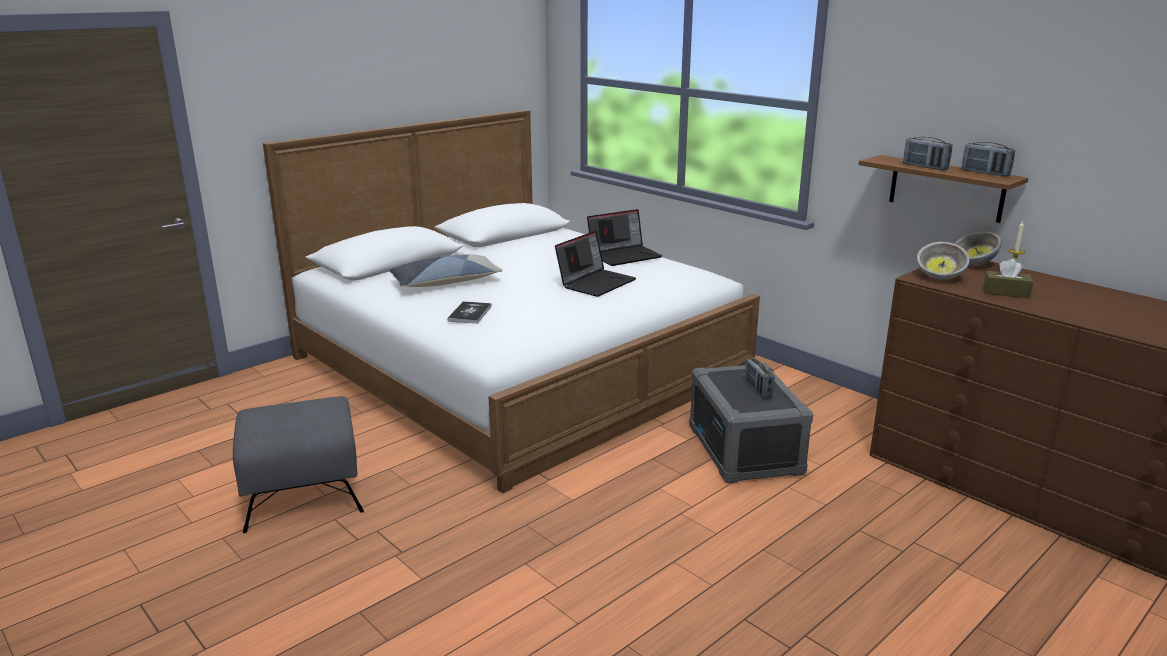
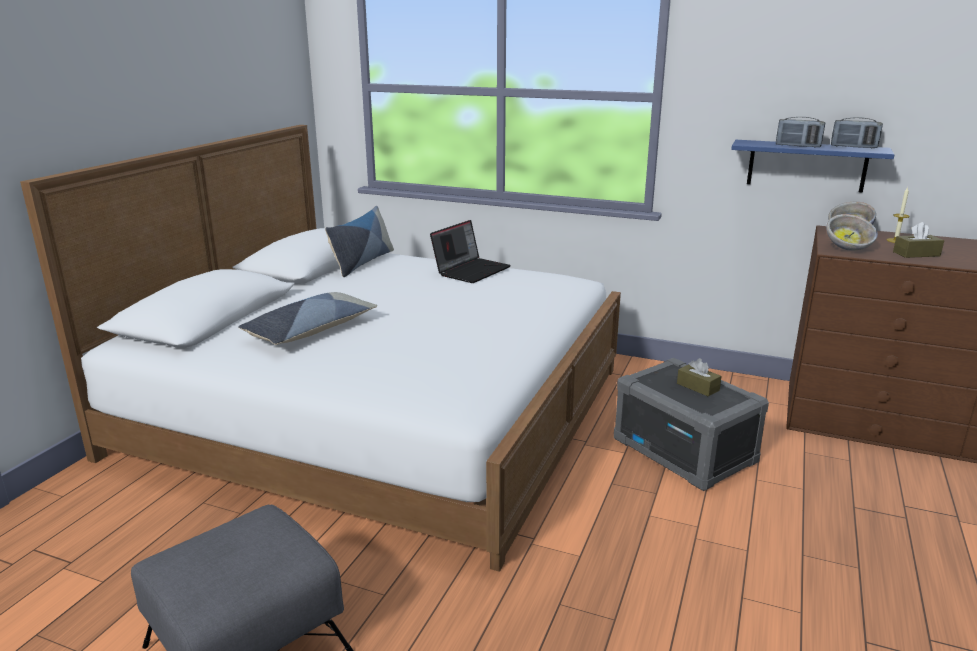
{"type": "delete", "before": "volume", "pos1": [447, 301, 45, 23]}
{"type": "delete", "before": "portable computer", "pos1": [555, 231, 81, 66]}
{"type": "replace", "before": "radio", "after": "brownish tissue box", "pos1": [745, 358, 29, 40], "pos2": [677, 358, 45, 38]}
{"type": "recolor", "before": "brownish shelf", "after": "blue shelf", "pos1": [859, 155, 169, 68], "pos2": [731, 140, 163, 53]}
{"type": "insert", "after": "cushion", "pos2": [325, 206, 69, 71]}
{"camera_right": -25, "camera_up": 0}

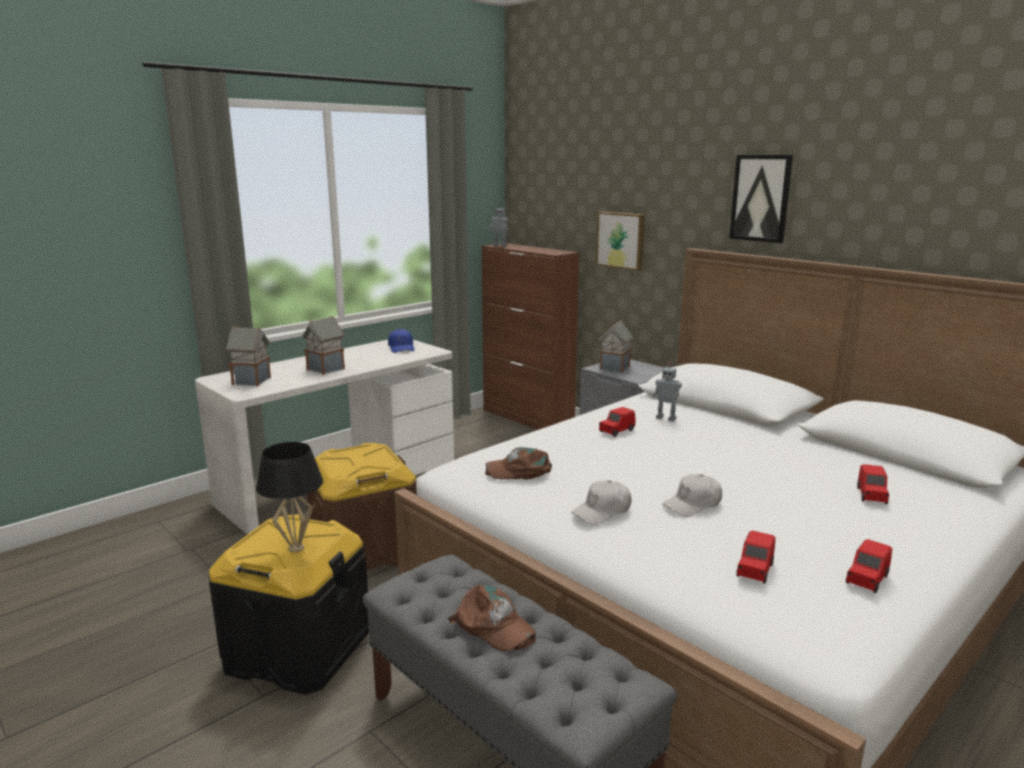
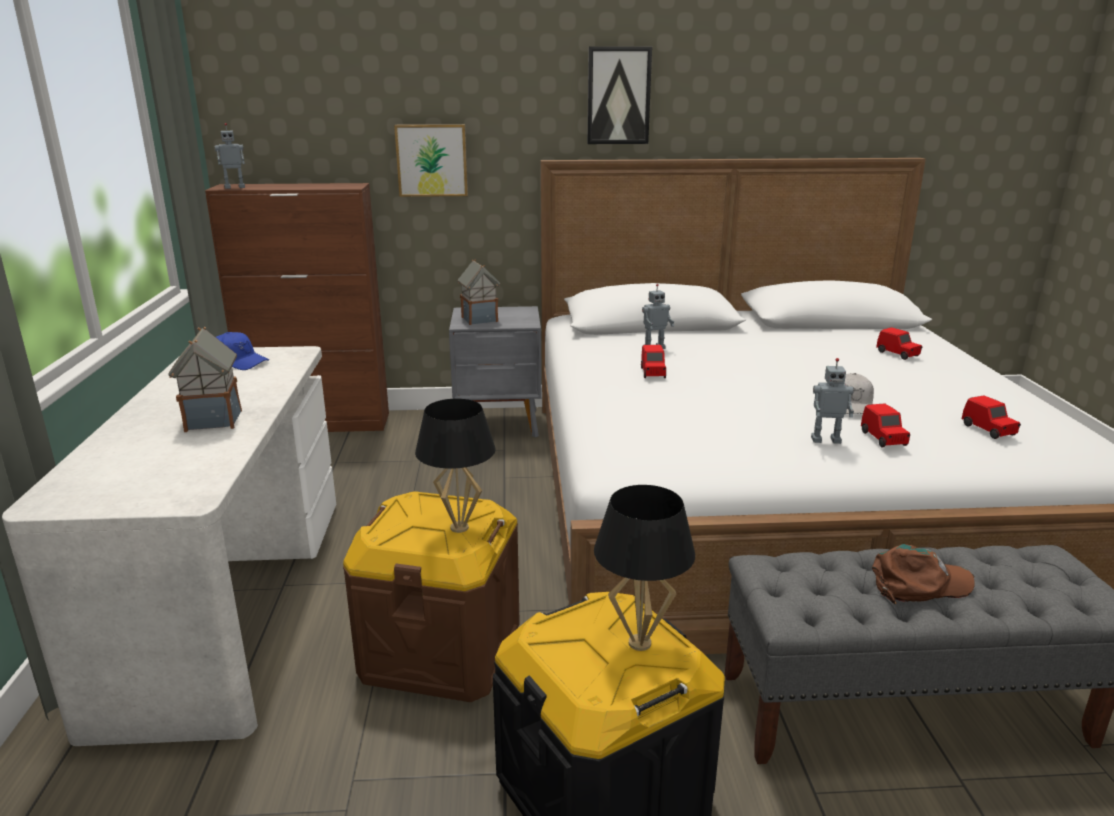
{"type": "delete", "before": "model house", "pos1": [226, 326, 45, 60]}
{"type": "delete", "before": "brownish peaked cap", "pos1": [485, 447, 67, 32]}
{"type": "replace", "before": "whitish peaked cap", "after": "model robot", "pos1": [571, 480, 61, 45], "pos2": [811, 358, 43, 86]}
{"type": "move", "before": "red-coloured miniature car", "pos1": [846, 539, 46, 54], "pos2": [861, 404, 49, 44]}
{"type": "insert", "after": "black-coloured tabletop lamp", "pos2": [415, 399, 81, 134]}
{"camera_right": -50, "camera_up": 5}

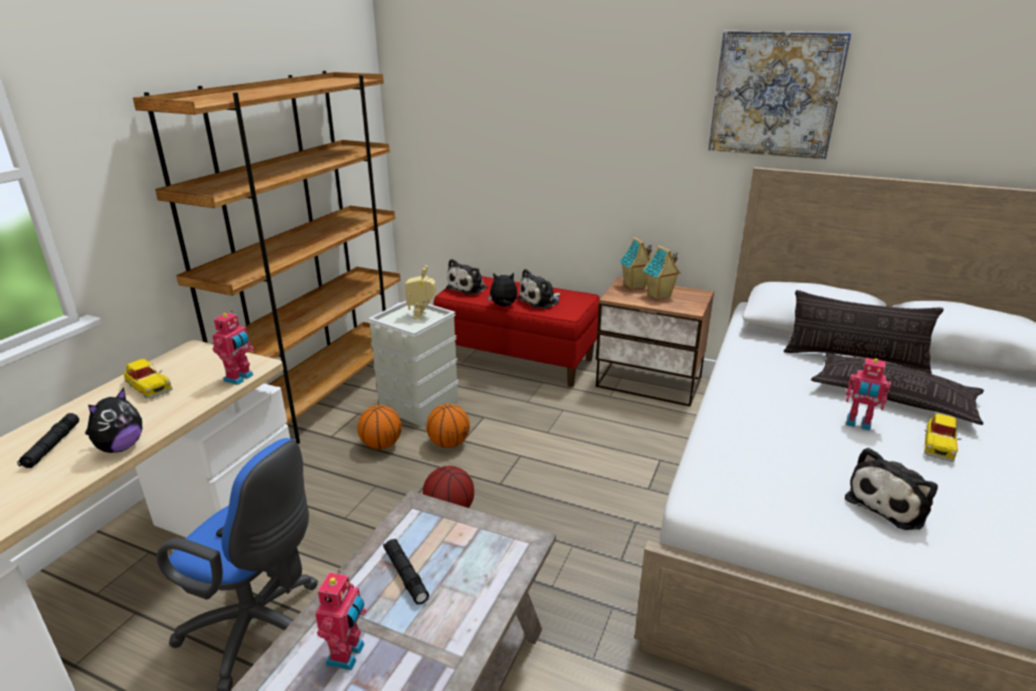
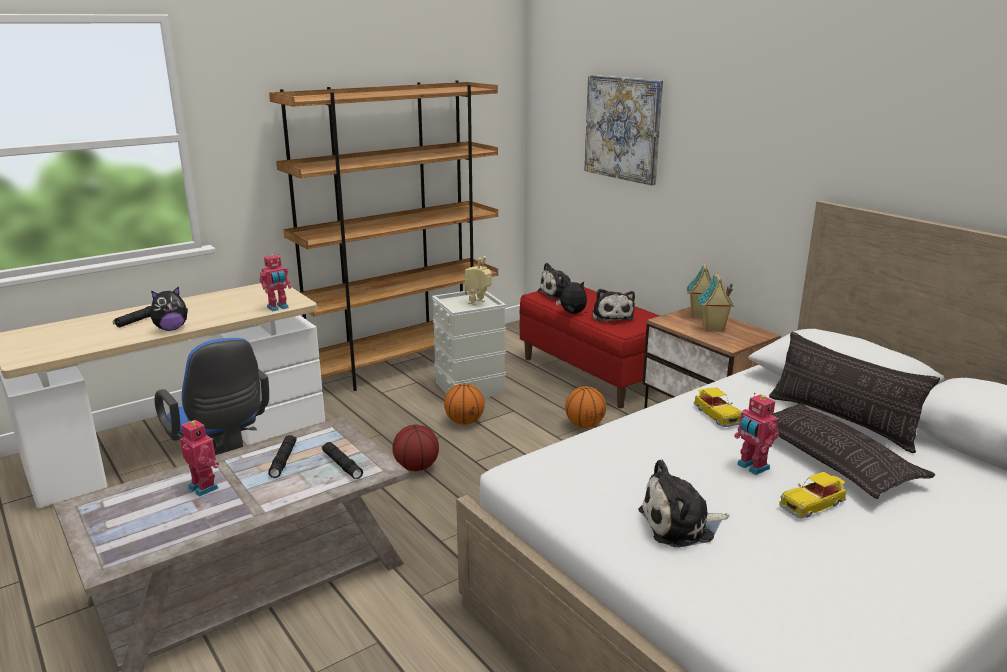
{"type": "move", "before": "miniature car", "pos1": [124, 359, 48, 40], "pos2": [694, 387, 48, 40]}
{"type": "rotate", "before": "model robot", "pos1": [315, 570, 51, 100], "pos2": [180, 419, 39, 78], "turn": -90}
{"type": "move", "before": "basketball", "pos1": [357, 405, 45, 44], "pos2": [565, 386, 41, 42]}
{"type": "rotate", "before": "plush toy", "pos1": [517, 269, 44, 40], "pos2": [592, 289, 43, 33], "turn": -90}
{"type": "move", "before": "wall art", "pos1": [708, 31, 144, 128], "pos2": [584, 75, 79, 111]}
{"type": "insert", "after": "black-coloured torch", "pos2": [322, 442, 41, 37]}
{"camera_right": 30, "camera_up": -5}

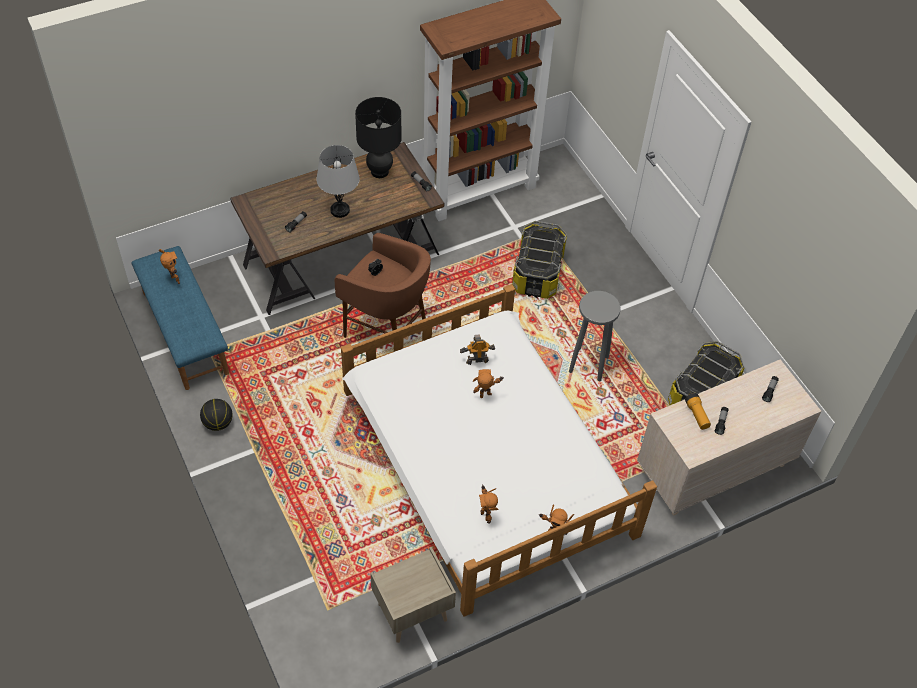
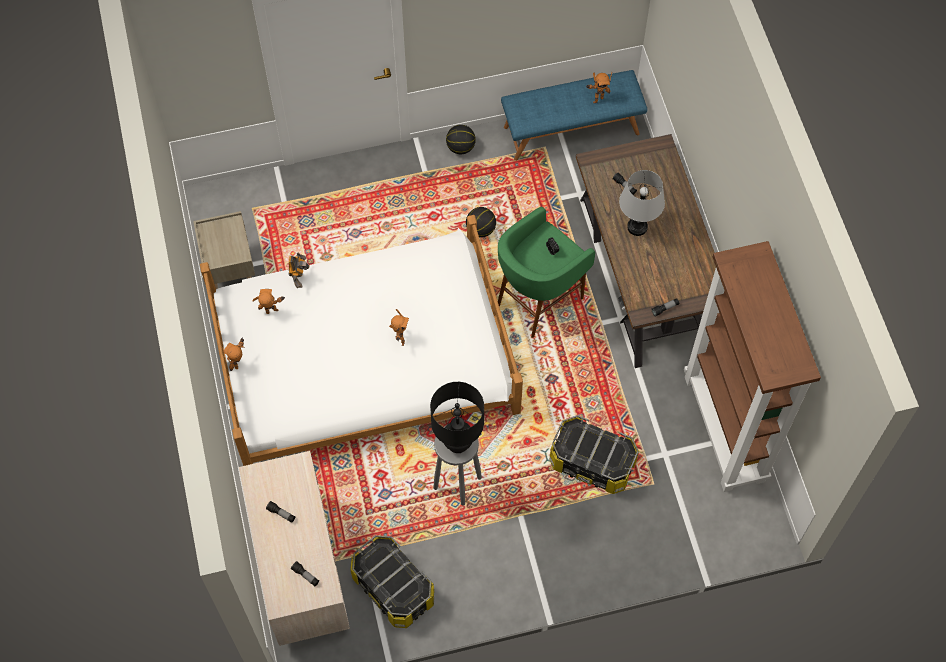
{"type": "recolor", "before": "brownish stool", "after": "greenish stool", "pos1": [335, 233, 96, 105], "pos2": [498, 207, 97, 131]}
{"type": "move", "before": "black-coloured tabletop lamp", "pos1": [355, 97, 47, 81], "pos2": [430, 382, 54, 71]}
{"type": "move", "before": "model robot", "pos1": [460, 334, 35, 31], "pos2": [289, 252, 21, 36]}
{"type": "delete", "before": "torch", "pos1": [685, 393, 26, 37]}
{"type": "insert", "after": "basketball", "pos2": [466, 207, 30, 31]}
{"camera_right": 105, "camera_up": 10}

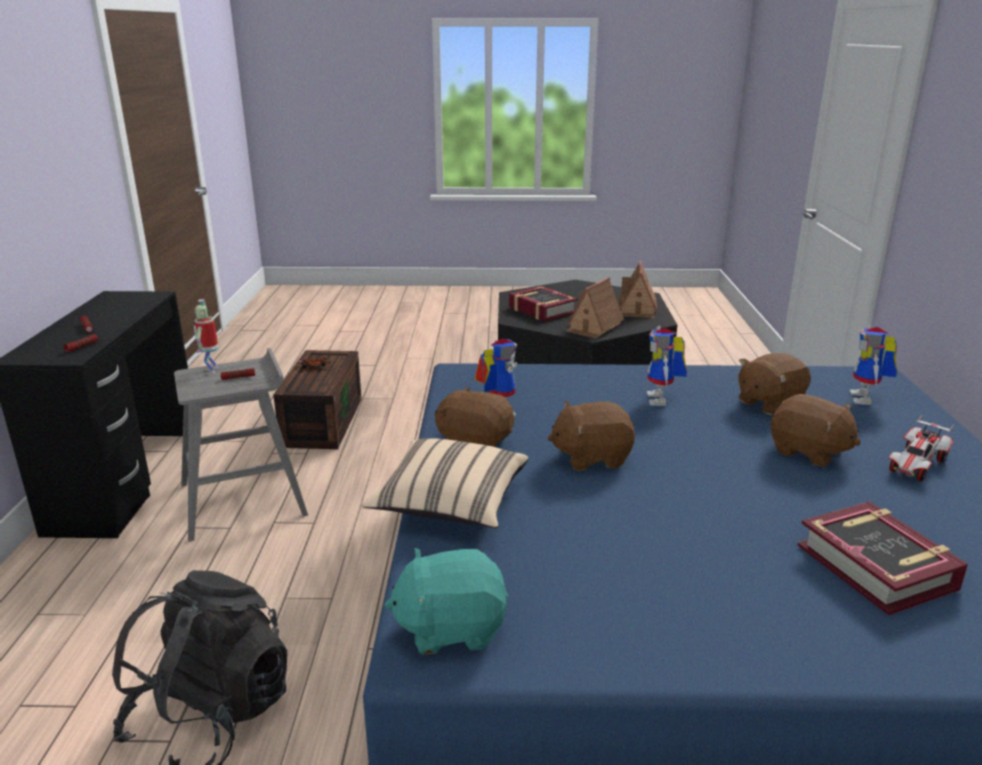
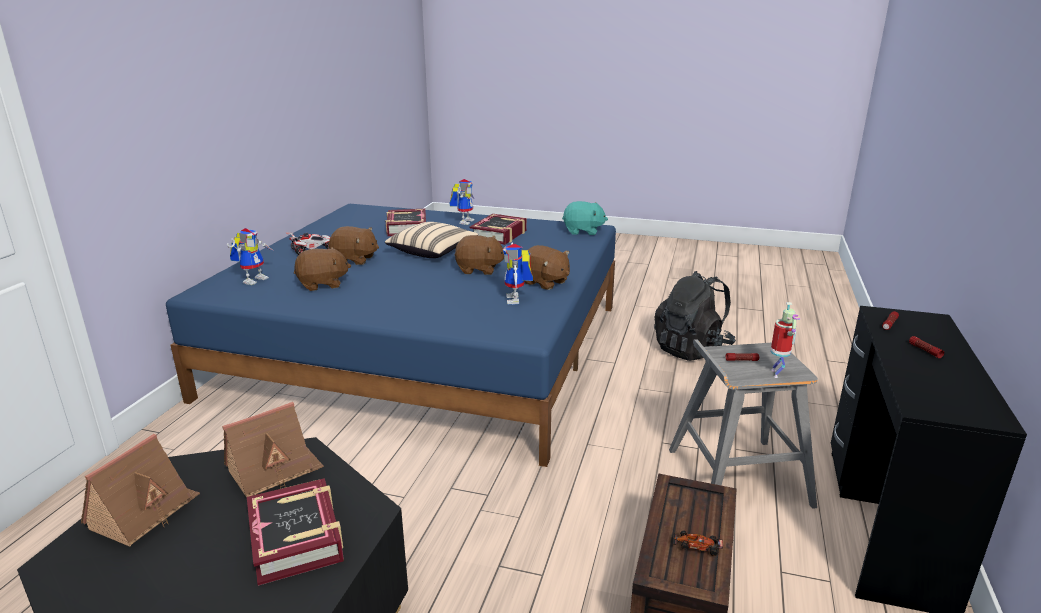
{"type": "move", "before": "beige cushion", "pos1": [362, 438, 166, 90], "pos2": [385, 222, 93, 36]}
{"type": "move", "before": "model robot", "pos1": [647, 326, 40, 80], "pos2": [450, 179, 25, 46]}
{"type": "rotate", "before": "brownish plush toy", "pos1": [770, 394, 91, 73], "pos2": [329, 226, 50, 39], "turn": 135}
{"type": "insert", "after": "volume", "pos2": [470, 214, 57, 31]}
{"camera_right": -165, "camera_up": 0}

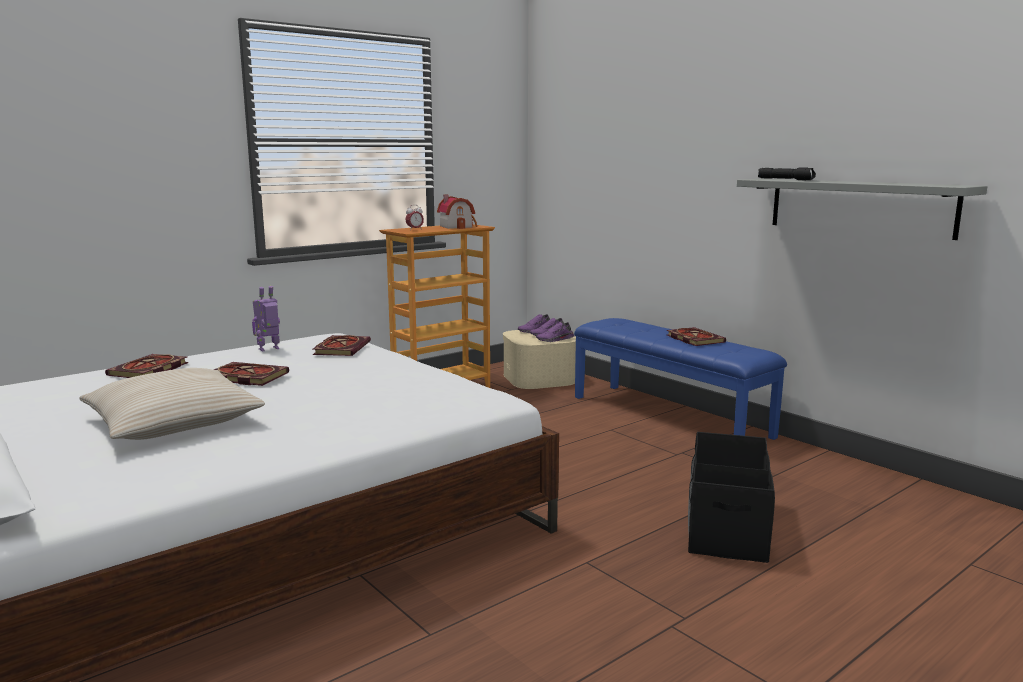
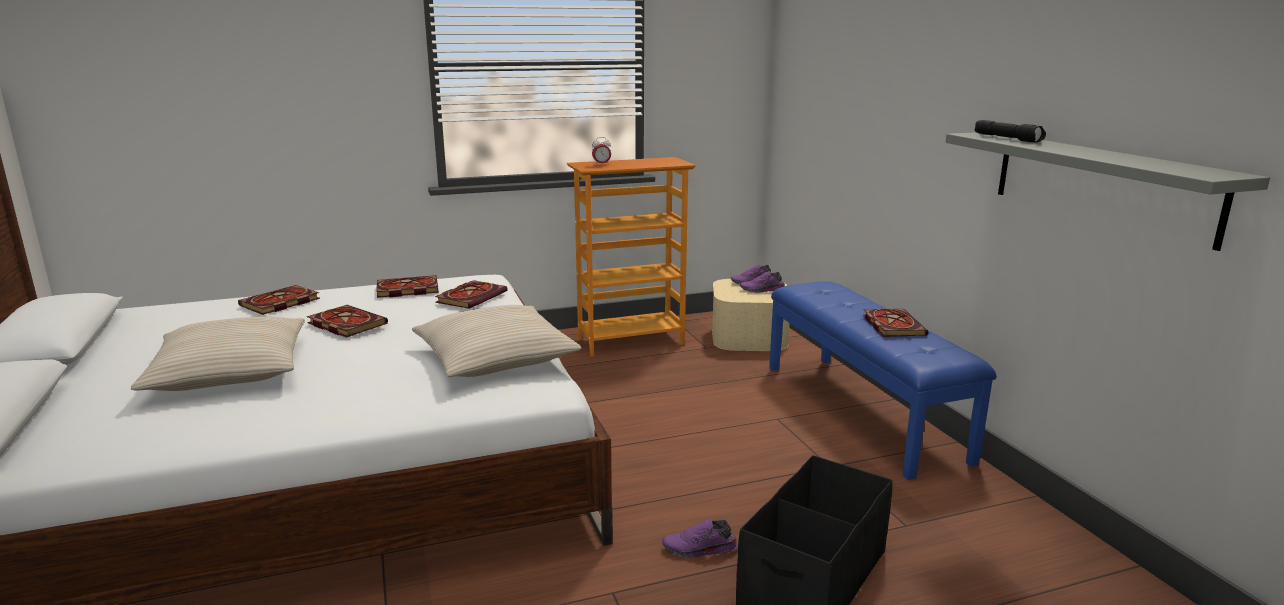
{"type": "replace", "before": "model robot", "after": "volume", "pos1": [252, 286, 28, 66], "pos2": [376, 275, 63, 23]}
{"type": "delete", "before": "model house", "pos1": [437, 194, 41, 35]}
{"type": "move", "before": "purple low shoe", "pos1": [536, 322, 39, 20], "pos2": [662, 519, 76, 40]}
{"type": "insert", "after": "beige cushion", "pos2": [412, 305, 169, 72]}
{"camera_right": 20, "camera_up": 5}

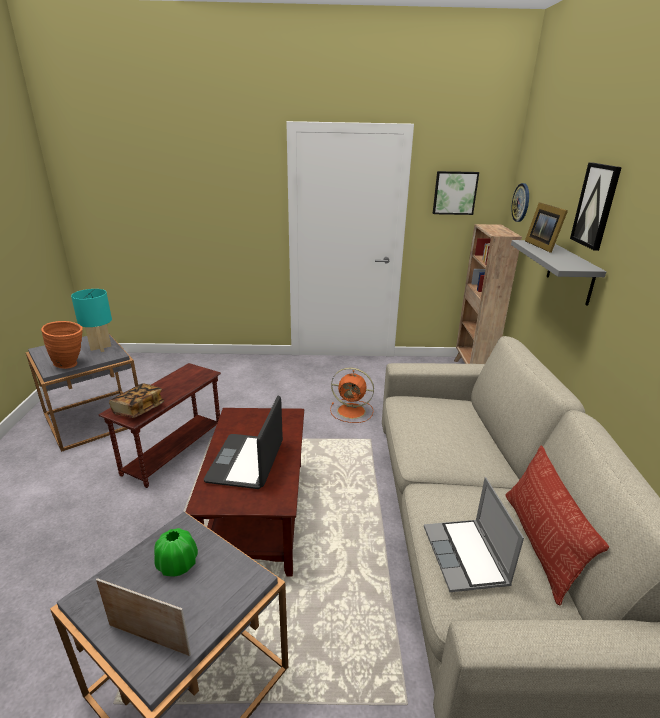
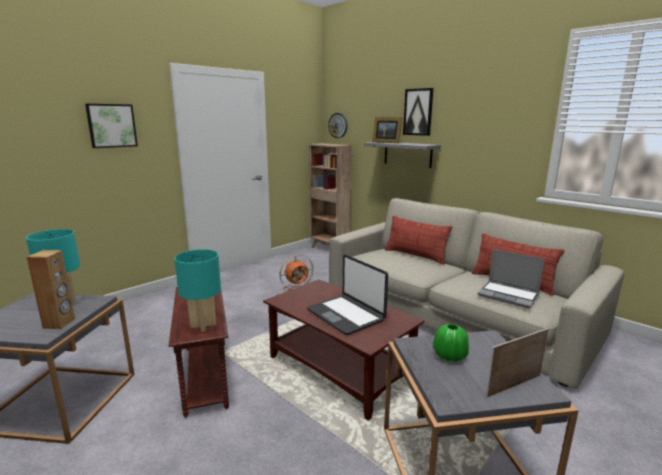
{"type": "replace", "before": "orangey vase", "after": "brownish loudspeaker", "pos1": [41, 321, 42, 48], "pos2": [27, 250, 48, 79]}
{"type": "replace", "before": "volume", "after": "turquoise-coloured tabletop lamp", "pos1": [109, 383, 56, 35], "pos2": [174, 249, 47, 83]}
{"type": "move", "before": "wall art", "pos1": [433, 171, 46, 44], "pos2": [85, 104, 53, 44]}
{"type": "insert", "after": "cushion", "pos2": [385, 216, 67, 49]}
{"camera_right": -45, "camera_up": -10}

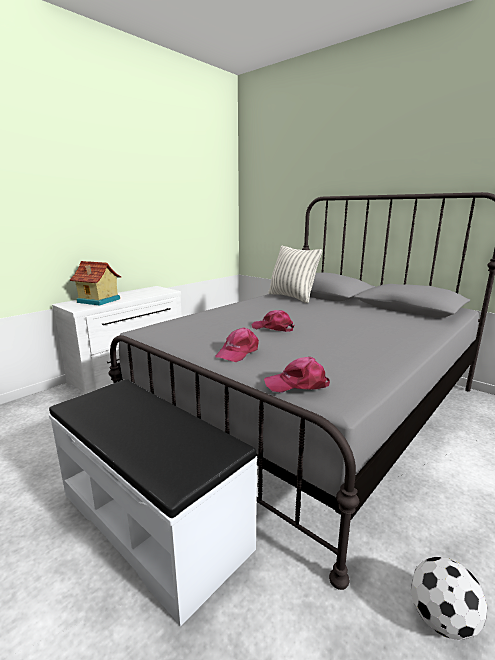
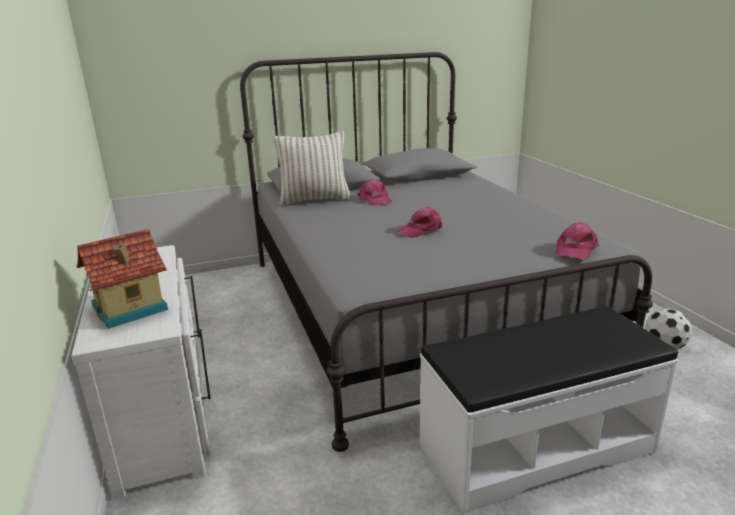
{"type": "move", "before": "pinkish peaked cap", "pos1": [215, 327, 44, 35], "pos2": [357, 179, 35, 26]}
{"camera_right": -60, "camera_up": 5}

